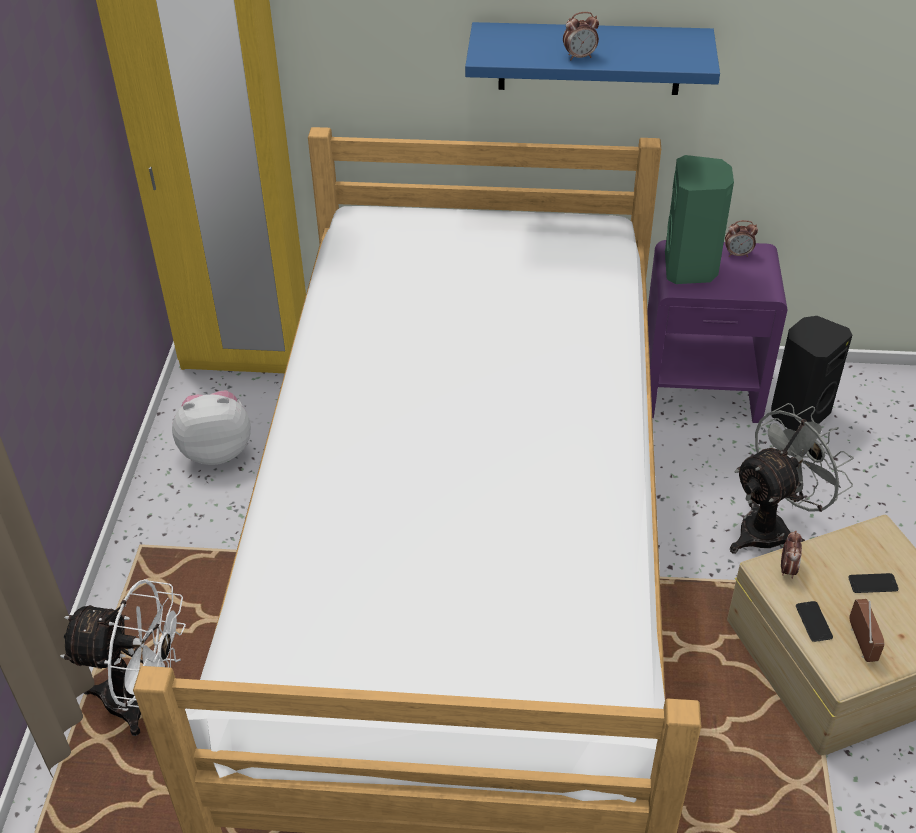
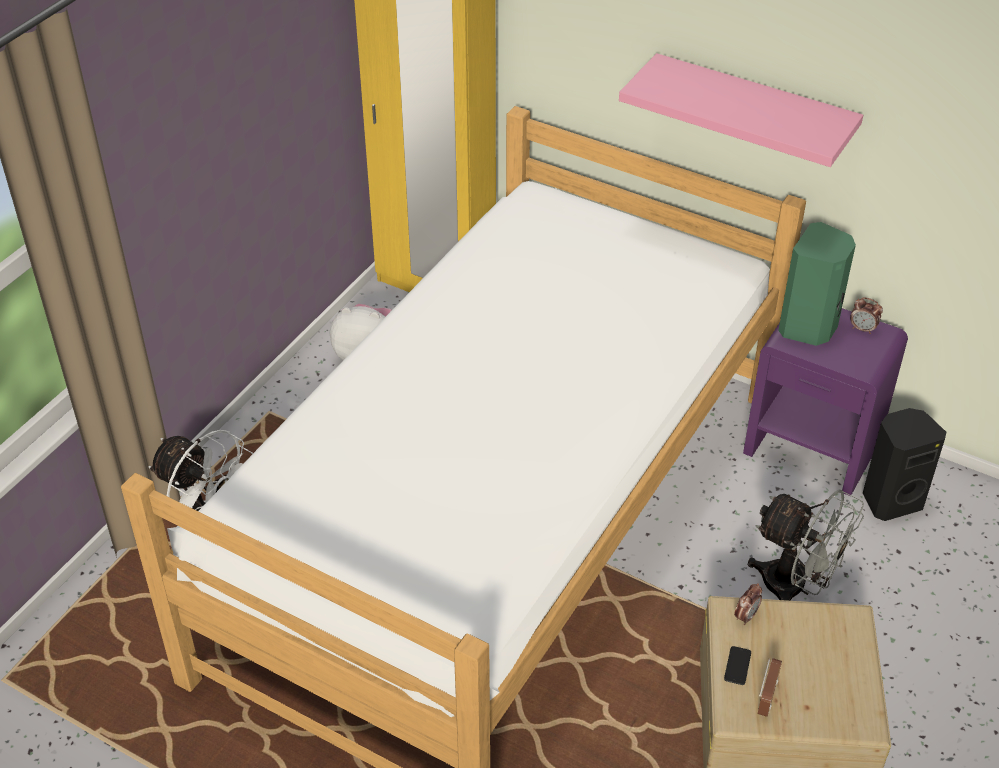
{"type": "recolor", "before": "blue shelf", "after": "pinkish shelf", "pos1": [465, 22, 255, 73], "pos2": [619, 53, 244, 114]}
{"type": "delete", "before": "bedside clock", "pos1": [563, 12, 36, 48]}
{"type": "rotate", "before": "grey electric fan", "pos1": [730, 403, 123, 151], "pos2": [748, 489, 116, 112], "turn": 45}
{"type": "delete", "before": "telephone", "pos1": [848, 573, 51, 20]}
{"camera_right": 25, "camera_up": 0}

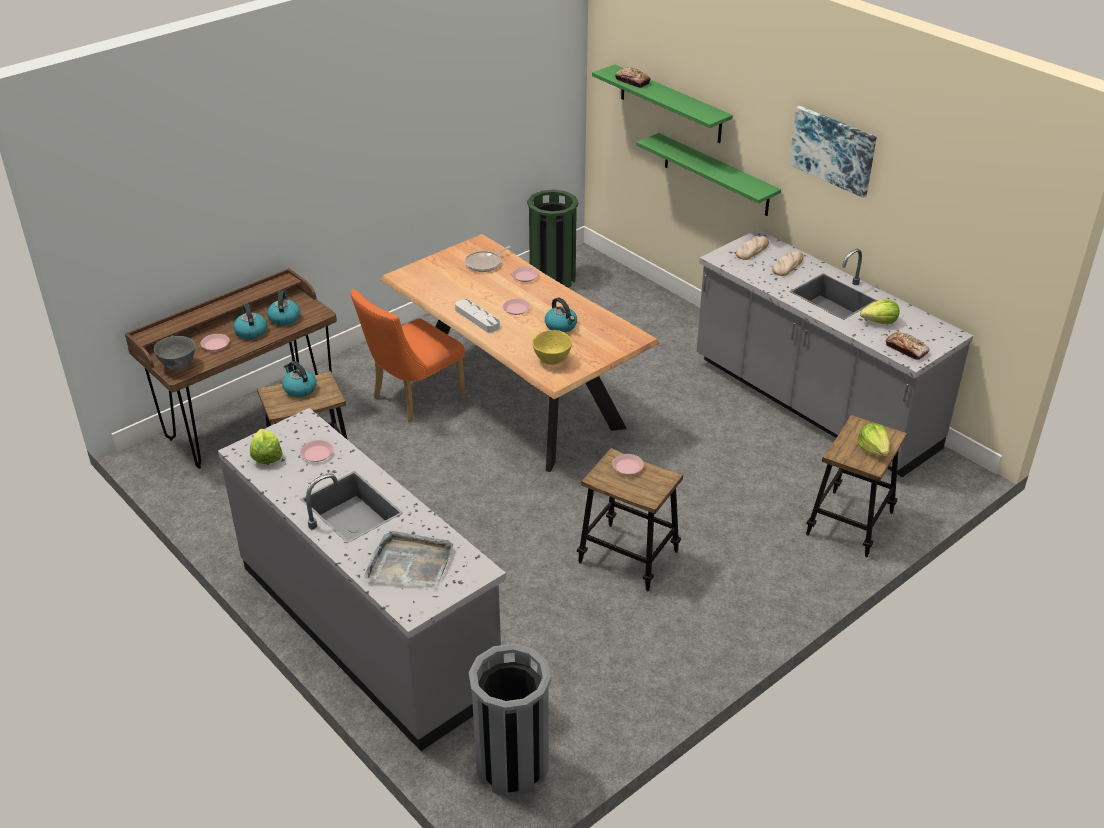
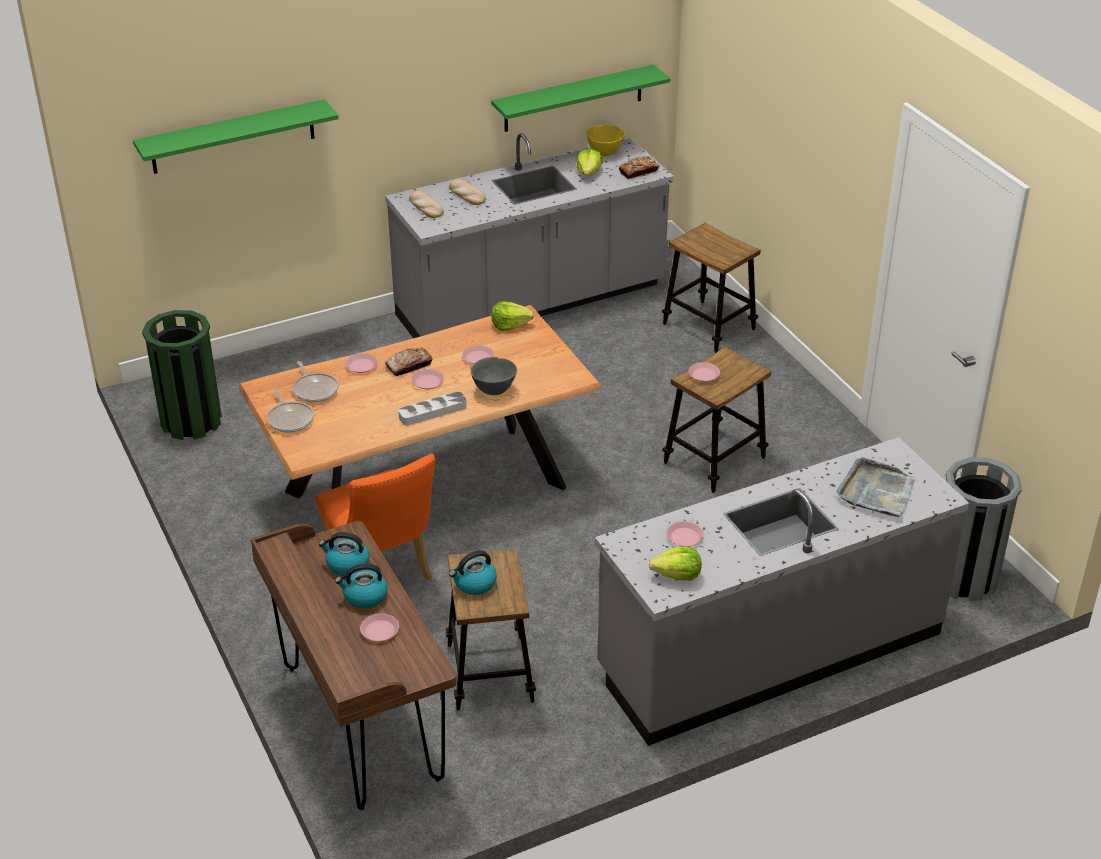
{"type": "move", "before": "grey serving bowl", "pos1": [154, 336, 41, 34], "pos2": [471, 357, 46, 38]}
{"type": "move", "before": "yellow serving bowl", "pos1": [532, 330, 40, 35], "pos2": [586, 125, 39, 31]}
{"type": "replace", "before": "kettle", "after": "pinkish plate", "pos1": [545, 298, 32, 35], "pos2": [462, 345, 32, 19]}
{"type": "move", "before": "baked bread", "pos1": [615, 67, 36, 21], "pos2": [385, 348, 47, 28]}
{"type": "move", "before": "greenish shelf", "pos1": [636, 133, 145, 83], "pos2": [491, 65, 179, 67]}
{"type": "delete", "before": "wall art", "pos1": [789, 106, 88, 92]}
{"type": "move", "before": "head of lettuce", "pos1": [857, 423, 33, 34], "pos2": [491, 301, 43, 30]}
{"type": "insert", "after": "frying pan", "pos2": [267, 389, 47, 44]}
{"camera_right": -75, "camera_up": 0}

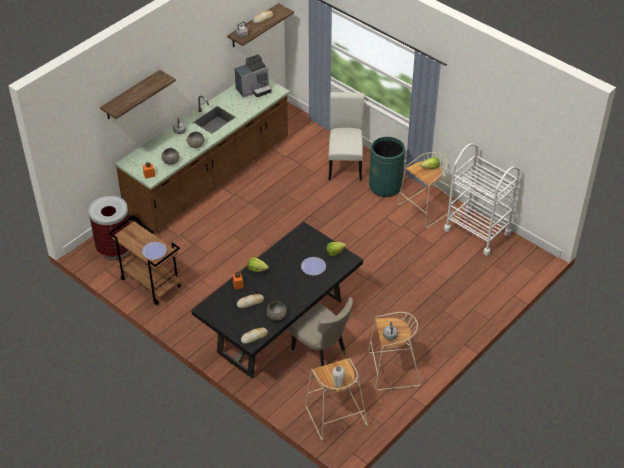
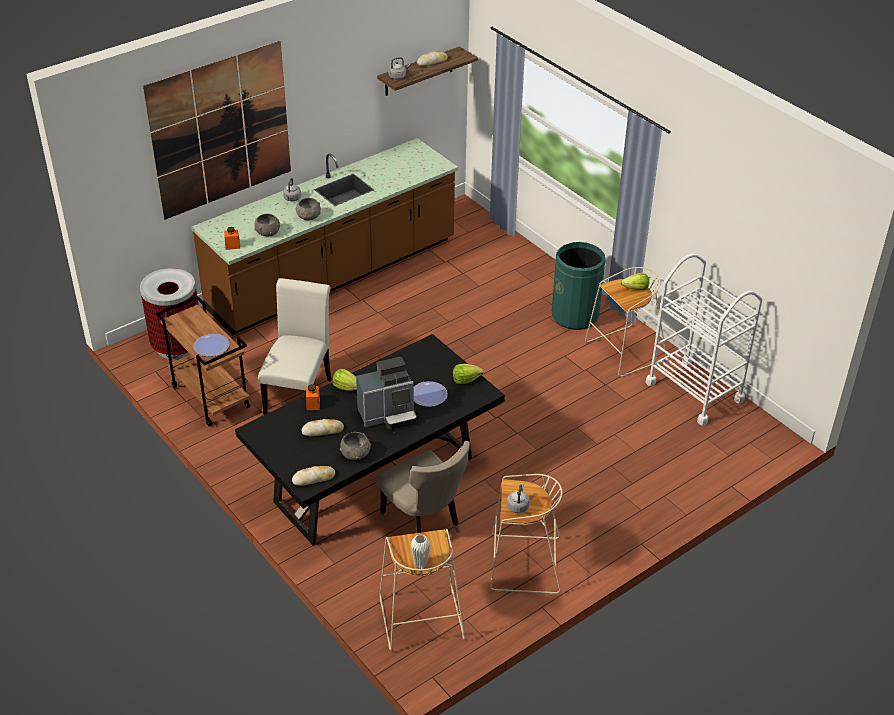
{"type": "replace", "before": "shelf", "after": "wall art", "pos1": [100, 70, 76, 49], "pos2": [143, 41, 148, 179]}
{"type": "move", "before": "coffee machine", "pos1": [235, 54, 37, 44], "pos2": [356, 357, 61, 73]}
{"type": "move", "before": "whitish plain chair", "pos1": [328, 92, 36, 89], "pos2": [258, 278, 74, 137]}
{"camera_right": 10, "camera_up": -5}

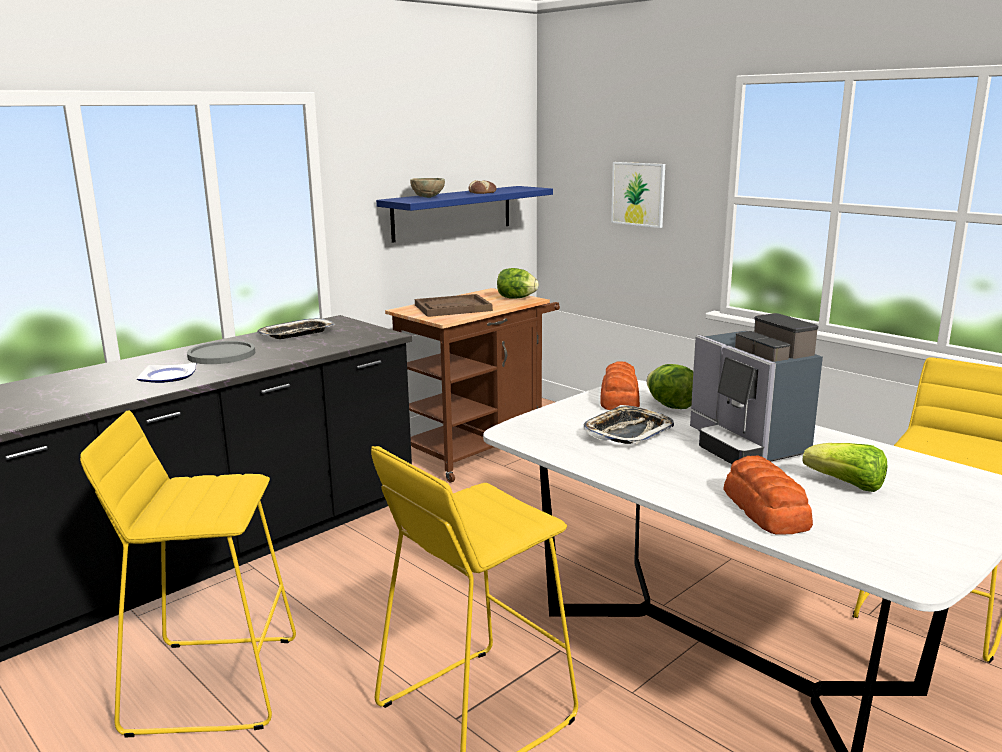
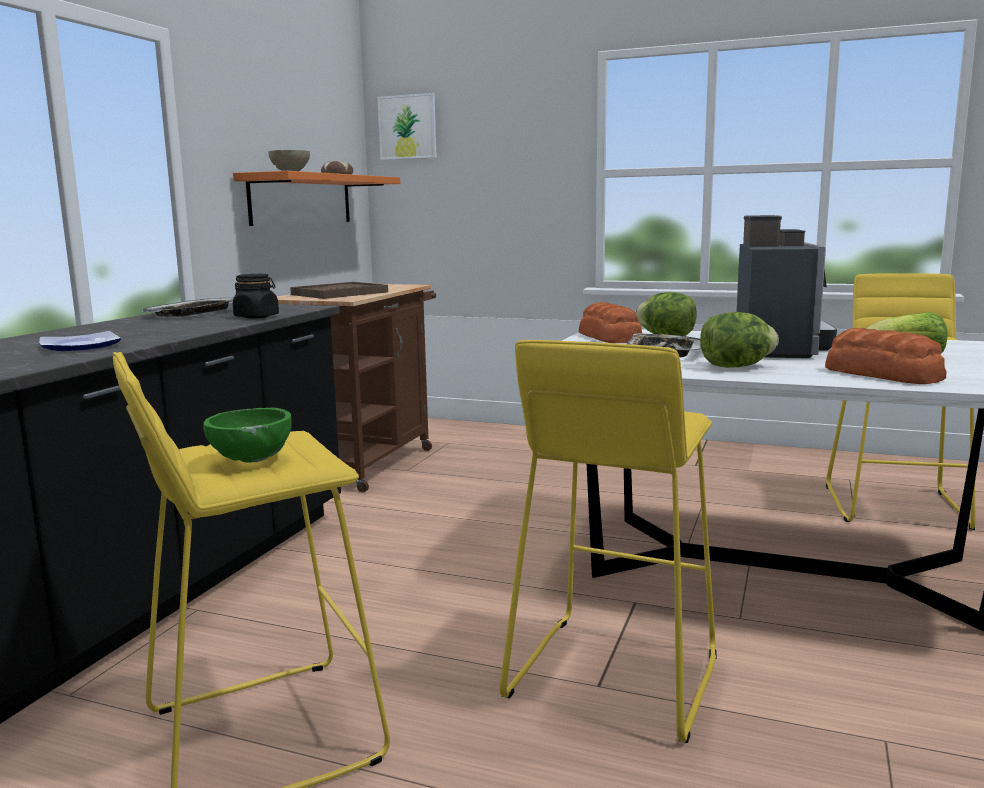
{"type": "delete", "before": "grey plate", "pos1": [187, 341, 68, 23]}
{"type": "recolor", "before": "blue shelf", "after": "orangey shelf", "pos1": [376, 186, 177, 57], "pos2": [233, 171, 167, 55]}
{"type": "move", "before": "head of lettuce", "pos1": [497, 268, 42, 31], "pos2": [700, 312, 79, 56]}
{"type": "move", "before": "wall art", "pos1": [611, 162, 54, 66], "pos2": [378, 93, 59, 67]}
{"type": "rotate", "before": "coffee machine", "pos1": [690, 313, 133, 151], "pos2": [737, 215, 100, 143], "turn": -120}
{"type": "insert", "after": "greenish serving bowl", "pos2": [203, 407, 89, 56]}
{"type": "insert", "after": "black-coloured preserve jar", "pos2": [233, 274, 46, 44]}
{"camera_right": -25, "camera_up": -5}

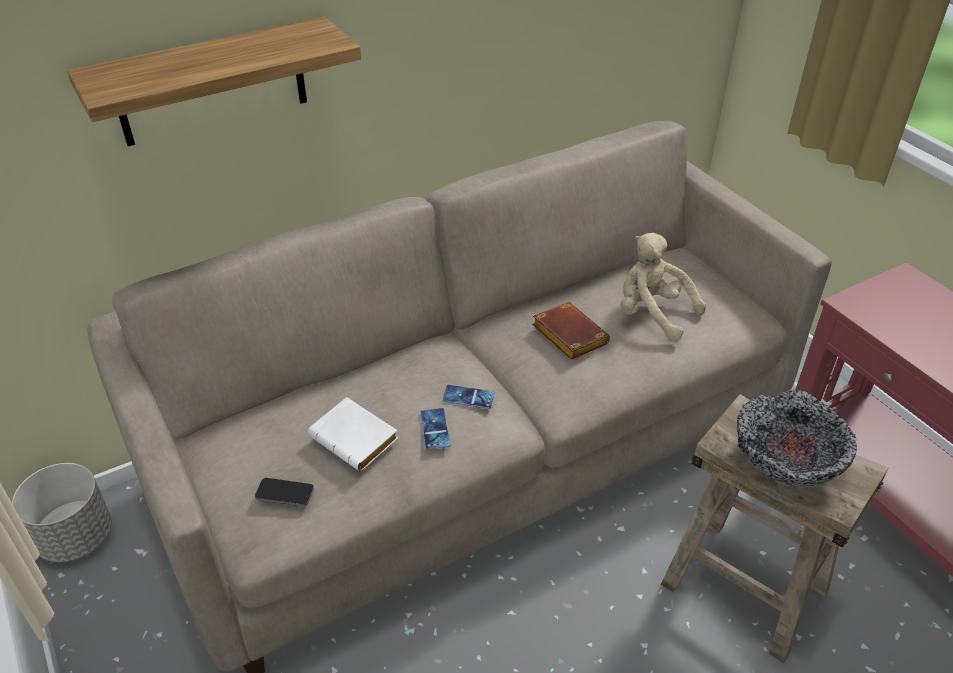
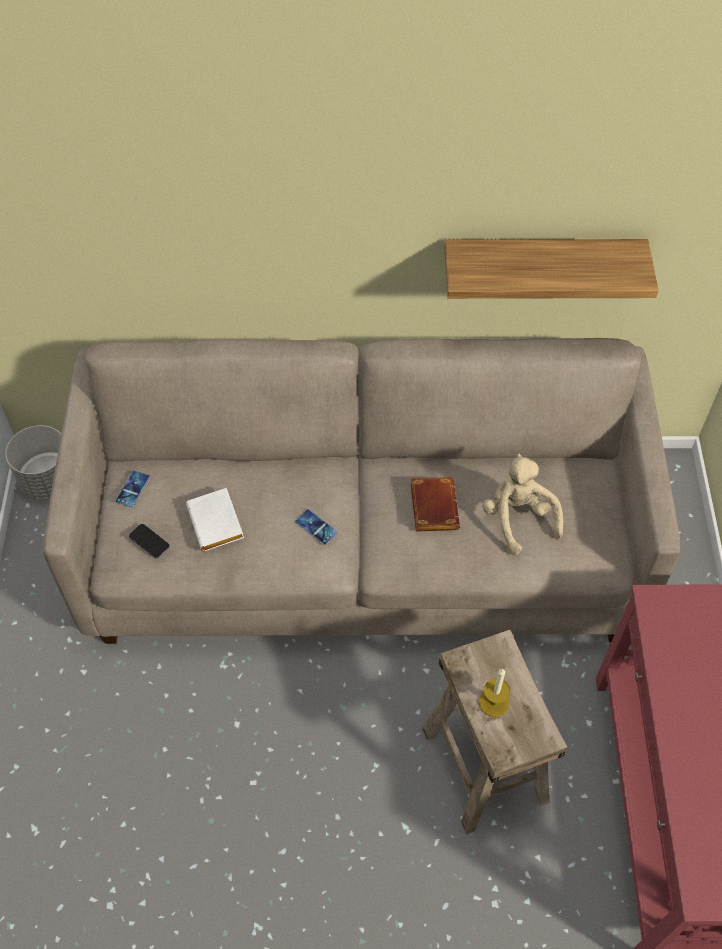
{"type": "move", "before": "shelf", "pos1": [67, 16, 294, 130], "pos2": [444, 239, 215, 60]}
{"type": "move", "before": "telephone", "pos1": [420, 408, 31, 41], "pos2": [115, 470, 35, 37]}
{"type": "replace", "before": "serving bowl", "after": "wax candle", "pos1": [737, 389, 120, 97], "pos2": [479, 669, 32, 48]}
{"camera_right": 30, "camera_up": 15}

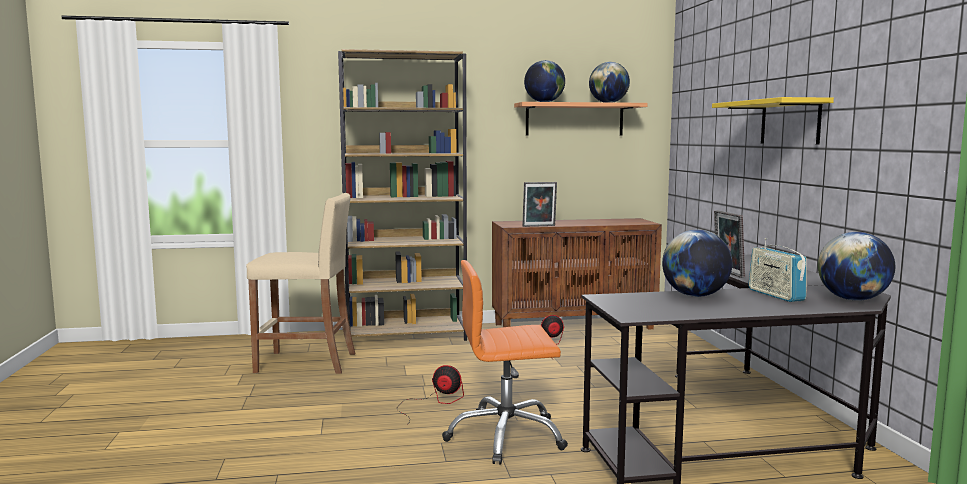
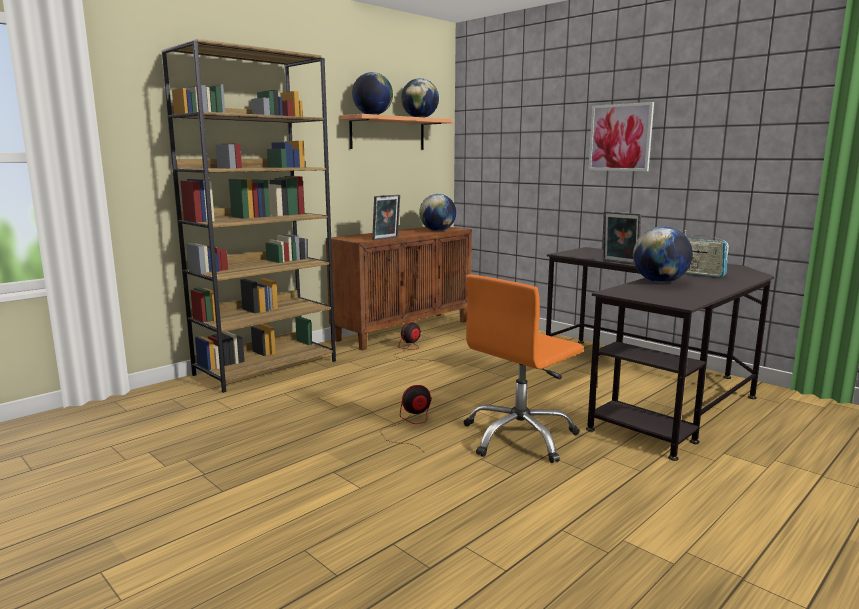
{"type": "delete", "before": "beige stool", "pos1": [246, 193, 110, 181]}
{"type": "replace", "before": "yellow shelf", "after": "wall art", "pos1": [712, 97, 122, 48], "pos2": [588, 102, 66, 69]}
{"type": "move", "before": "desk globe", "pos1": [818, 232, 77, 69], "pos2": [419, 194, 37, 37]}
{"camera_right": -35, "camera_up": 5}

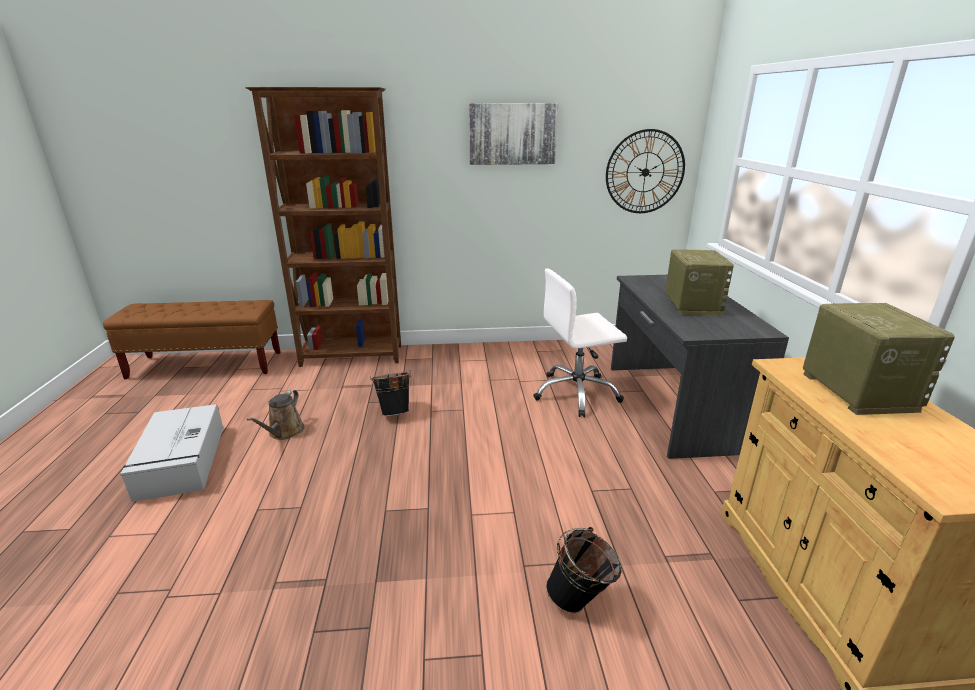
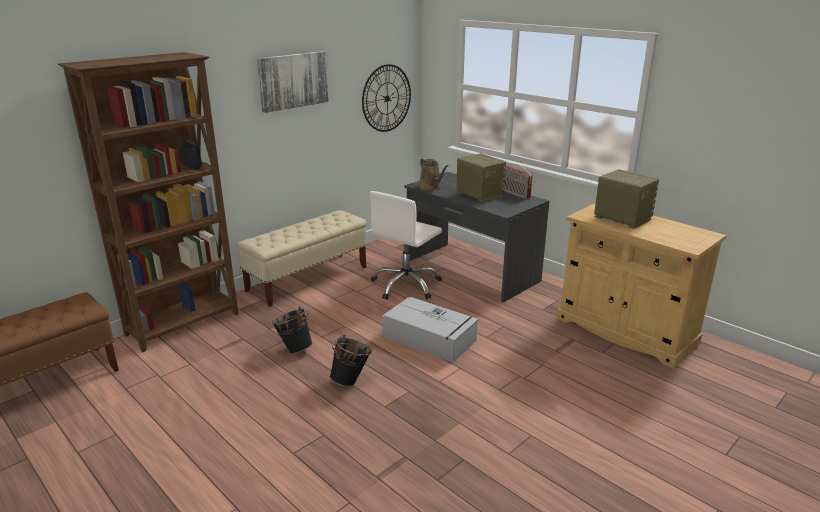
{"type": "move", "before": "grey storage container", "pos1": [120, 404, 103, 98], "pos2": [382, 297, 97, 66]}
{"type": "move", "before": "brownish sprinkling can", "pos1": [247, 390, 58, 50], "pos2": [418, 158, 31, 32]}
{"type": "move", "before": "black-coloured pail", "pos1": [546, 527, 76, 87], "pos2": [330, 335, 42, 52]}
{"type": "insert", "after": "beige bench", "pos2": [237, 210, 130, 97]}
{"type": "insert", "after": "radio", "pos2": [503, 164, 29, 35]}
{"camera_right": -40, "camera_up": 0}

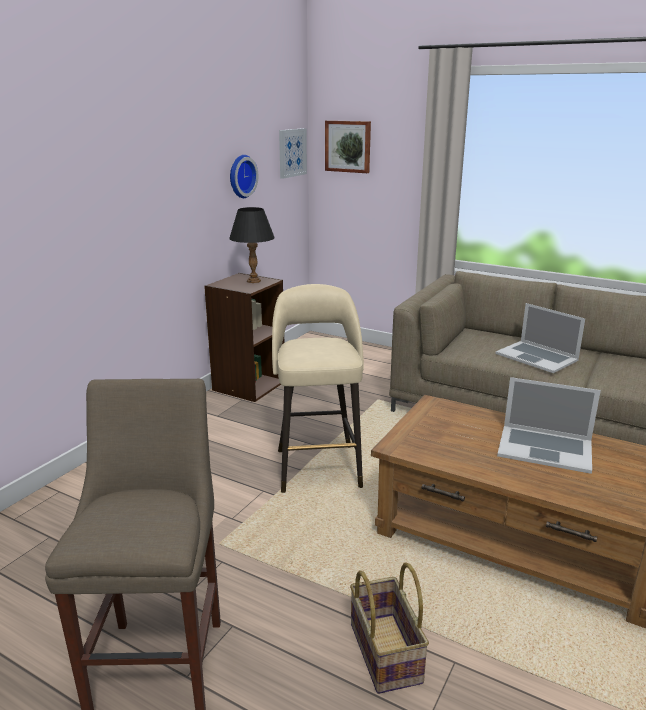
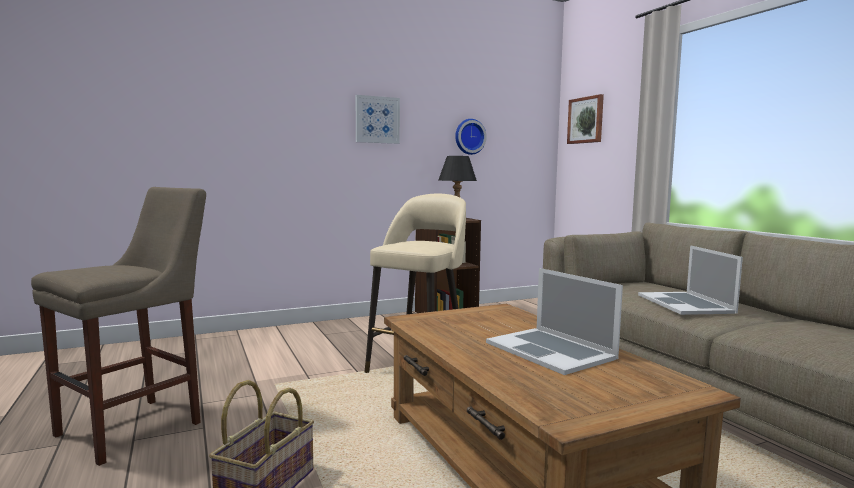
{"type": "move", "before": "wall art", "pos1": [279, 128, 28, 51], "pos2": [356, 95, 44, 49]}
{"camera_right": 35, "camera_up": -15}

